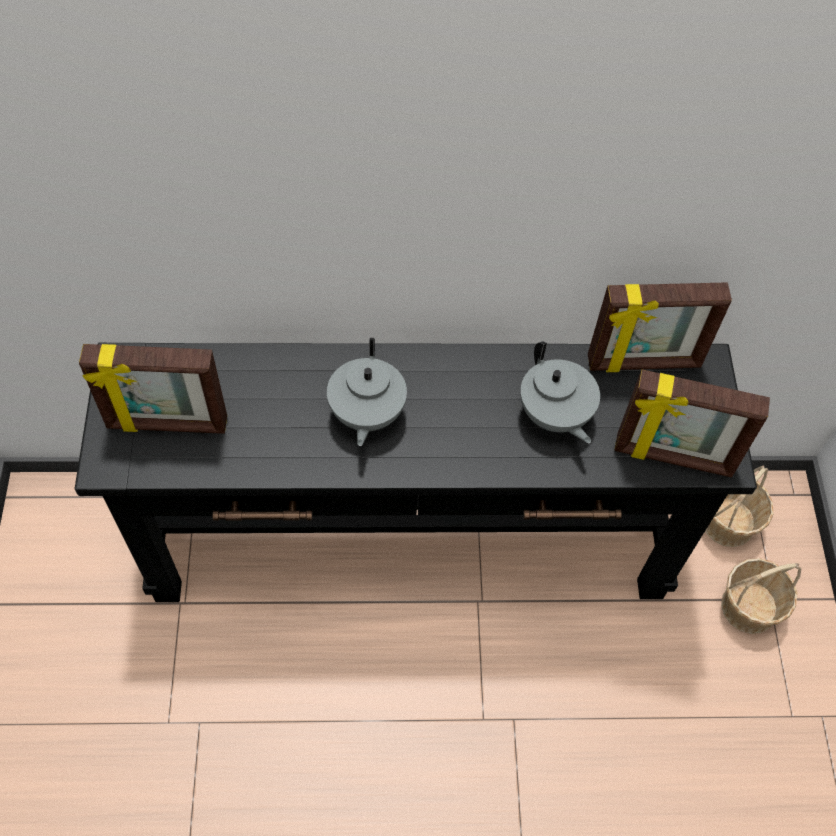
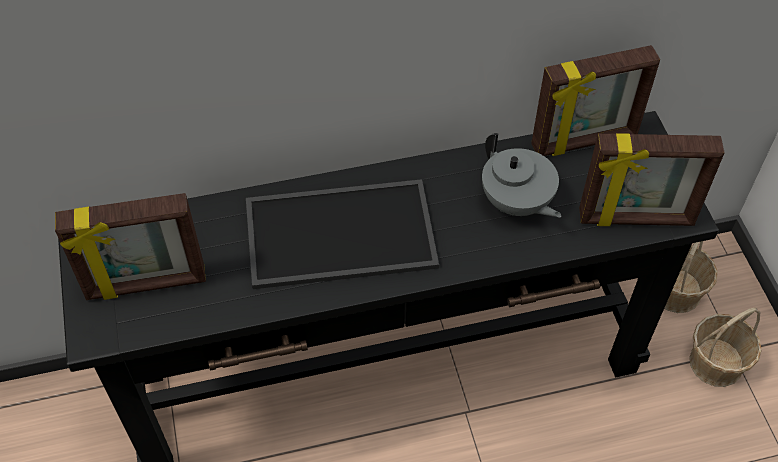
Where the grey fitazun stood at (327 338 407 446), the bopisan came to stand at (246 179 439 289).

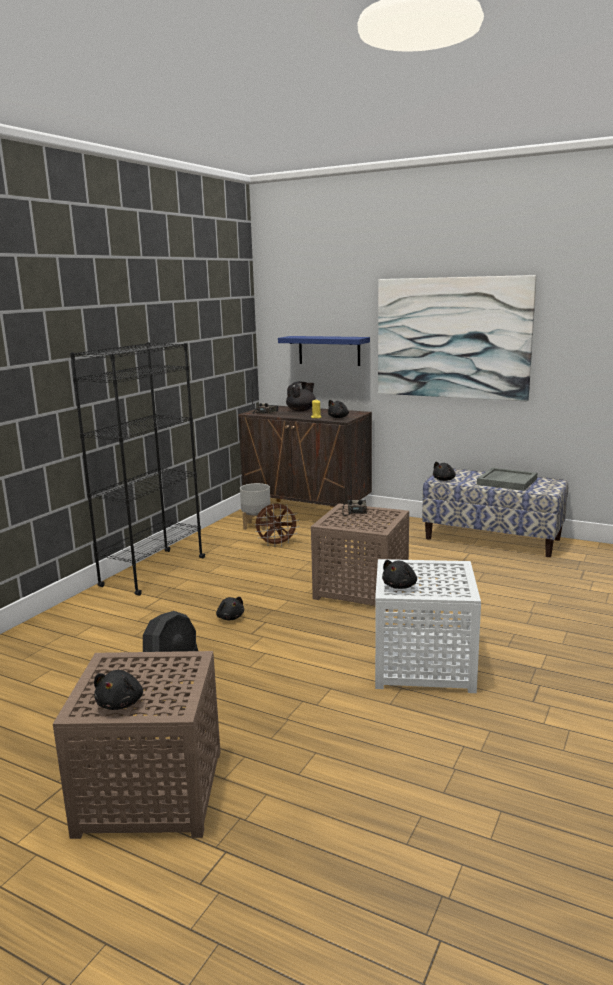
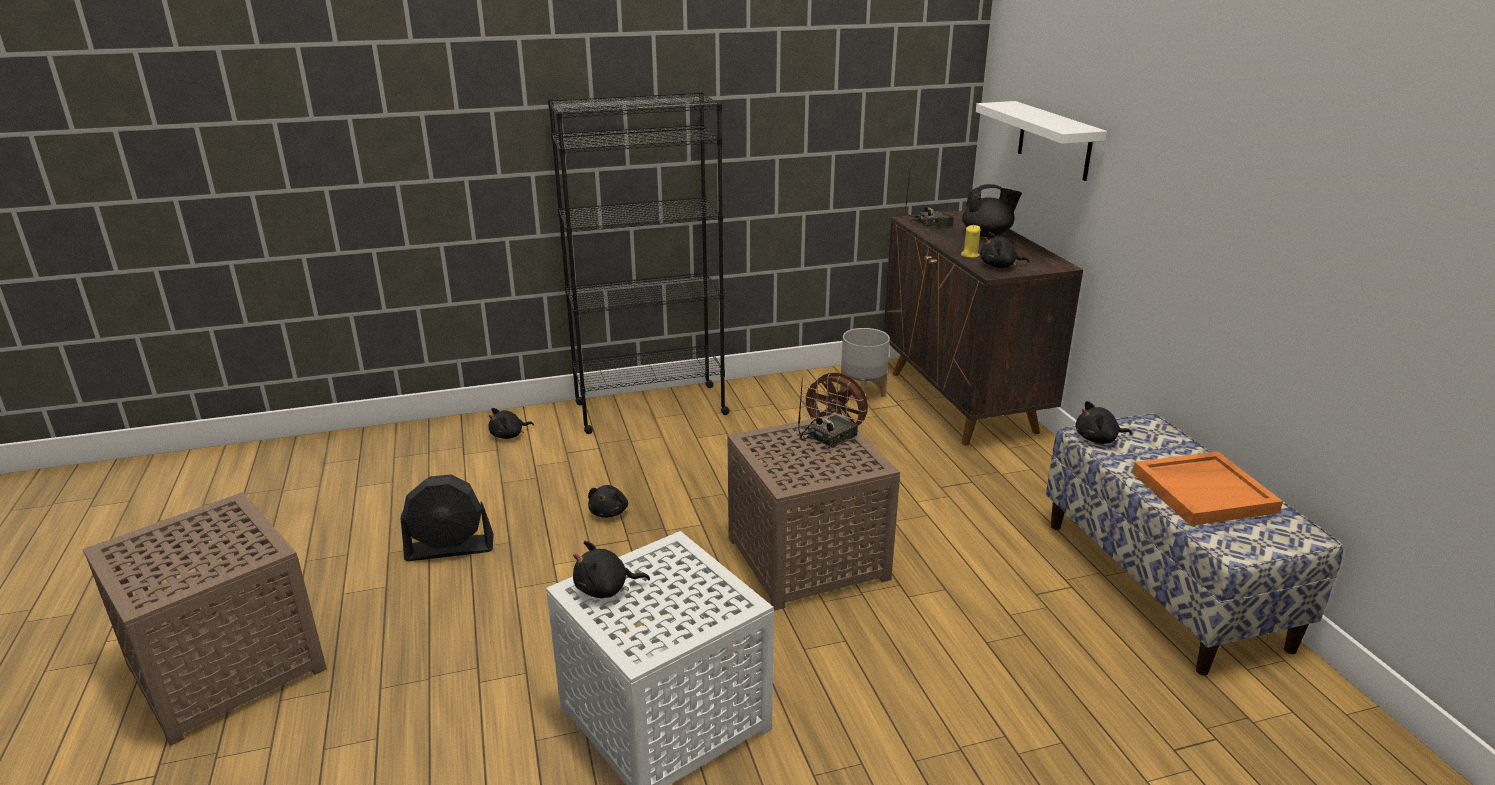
The second view lost the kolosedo at (378 275 537 401). The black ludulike ended up elsewhere, having gone from (94 670 143 710) to (488 408 534 439). What was the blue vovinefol at (278 336 370 366) turned into the white vovinefol at (976 101 1107 181). What was the grey bopisan at (477 468 537 491) turned into the orange bopisan at (1132 452 1283 526).

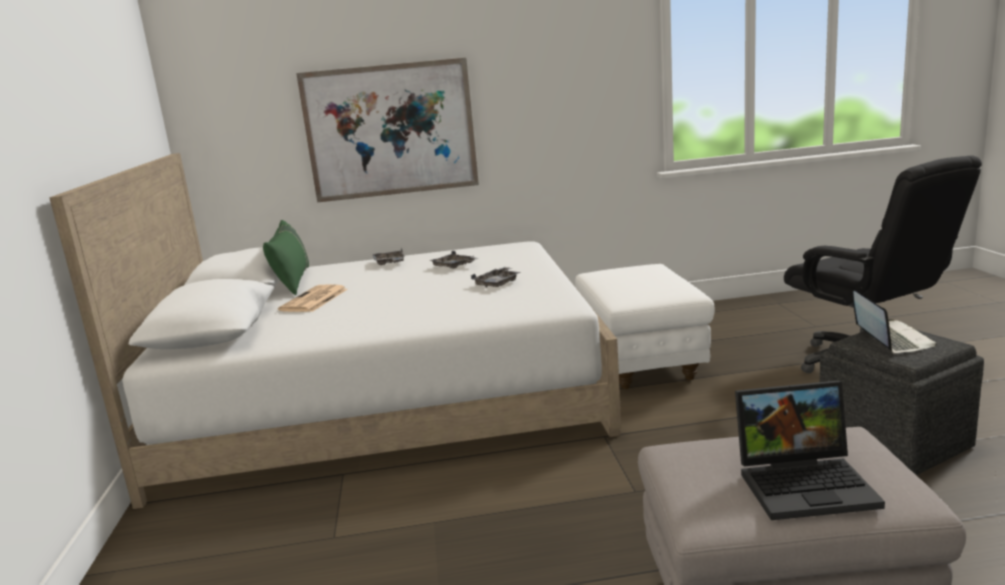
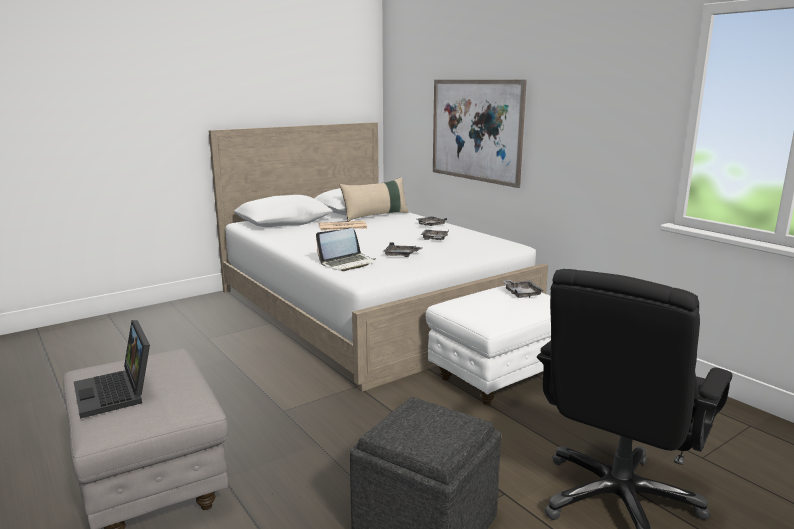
The second view gained the grey bopisan at (504 280 544 298). The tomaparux ended up elsewhere, having gone from (853 291 937 354) to (316 228 375 271). What was the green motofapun at (263 220 309 295) turned into the beige motofapun at (339 177 409 221).

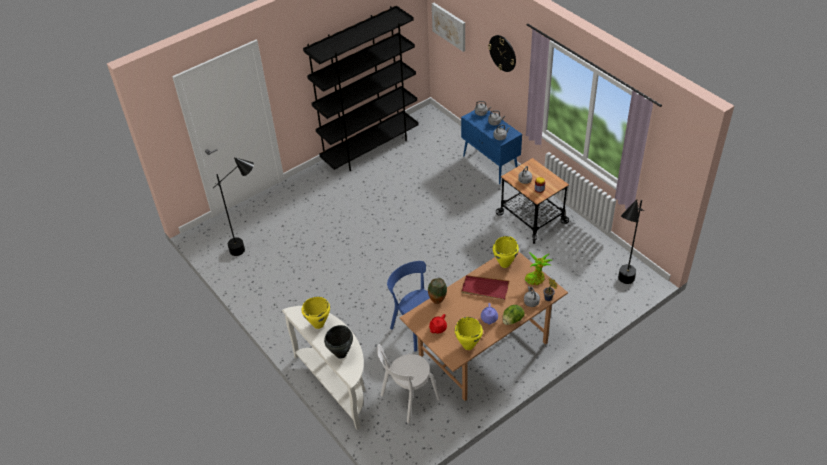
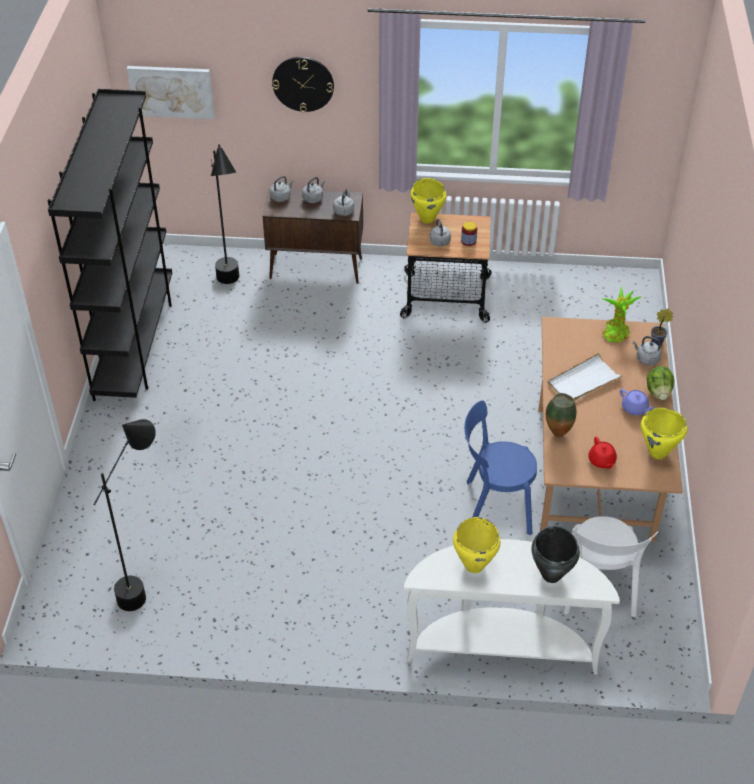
The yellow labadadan ended up elsewhere, having gone from (493 236 519 268) to (411 178 446 224). The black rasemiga ended up elsewhere, having gone from (618 199 645 284) to (211 144 239 284). What was the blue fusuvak at (461 109 522 184) turned into the brown fusuvak at (262 188 363 284). What was the red bopisan at (461 275 509 300) turned into the white bopisan at (547 353 623 401).

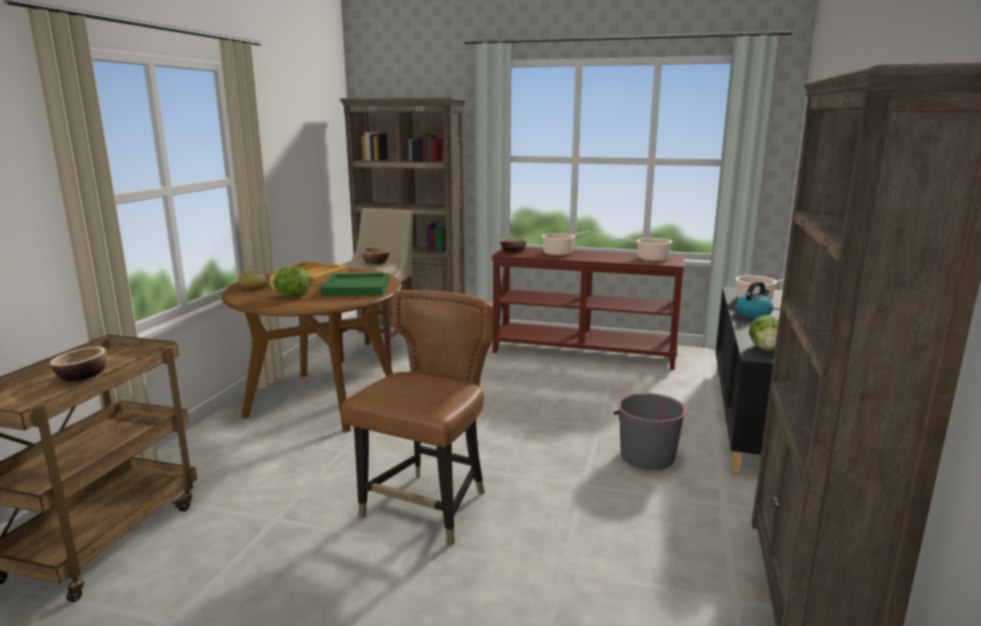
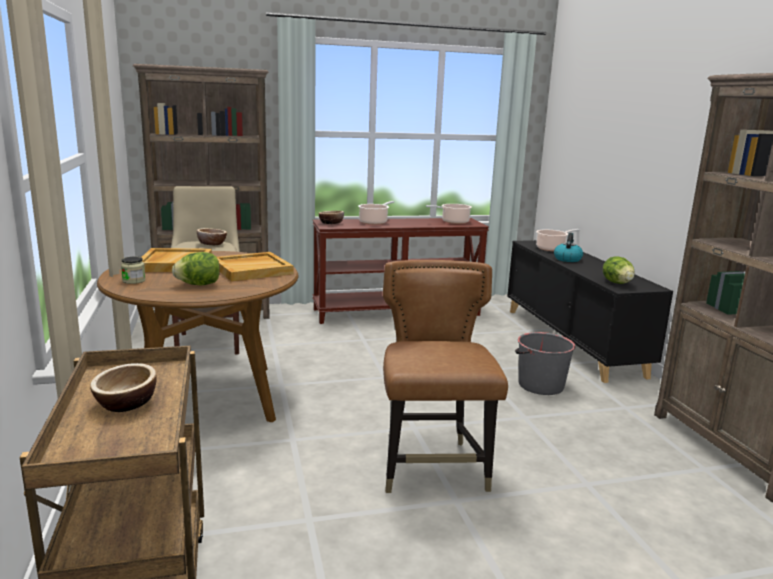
Where the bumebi stood at (238 271 268 290), the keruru came to stand at (121 257 146 284). What was the green bopisan at (321 273 390 296) turned into the beige bopisan at (217 252 293 281).

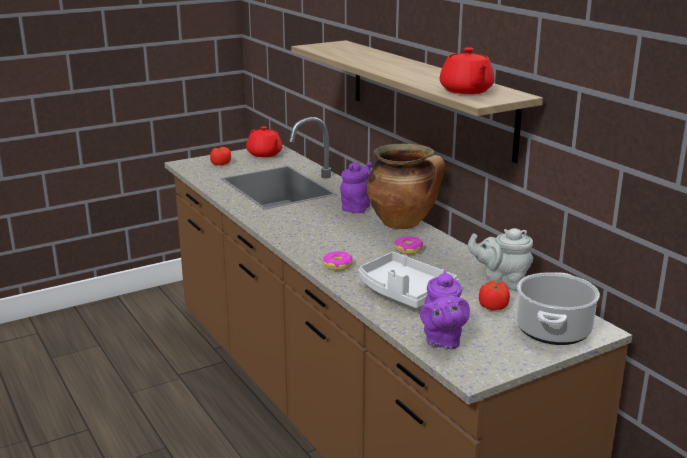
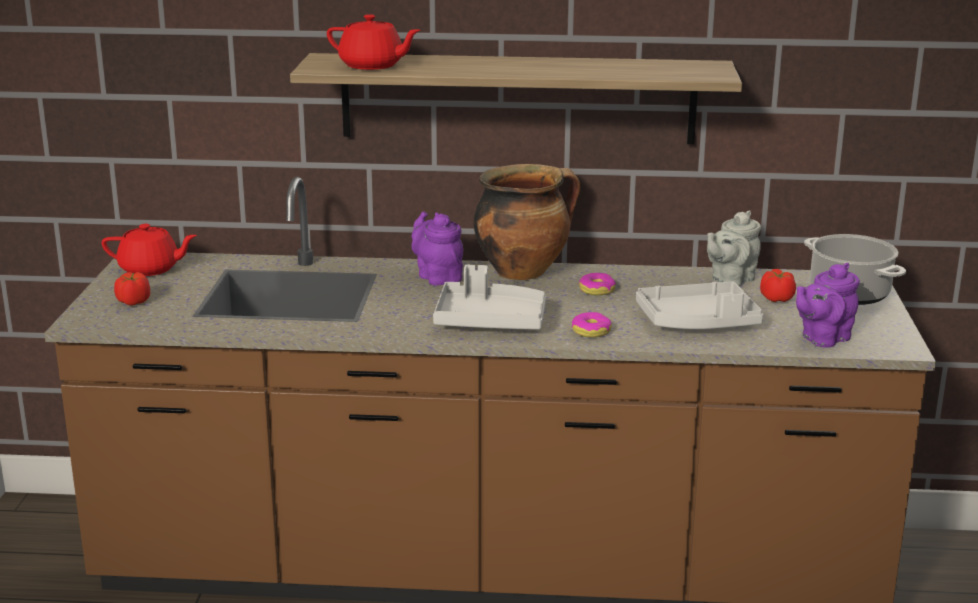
The second view gained the grey bopisan at (433 264 546 330). The red fitazun ended up elsewhere, having gone from (439 47 494 94) to (327 14 420 70). The purple fitazun at (420 270 470 349) ended up facing another way, 105 degrees clockwise from before.

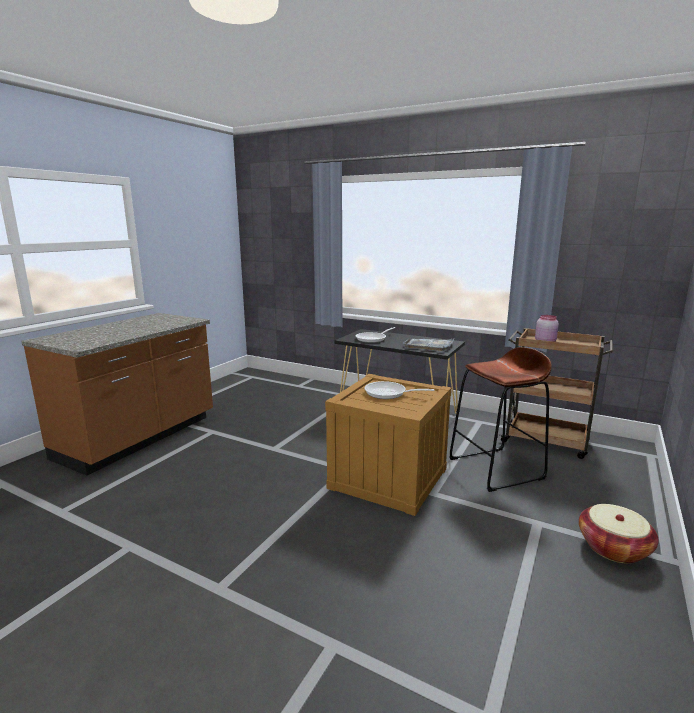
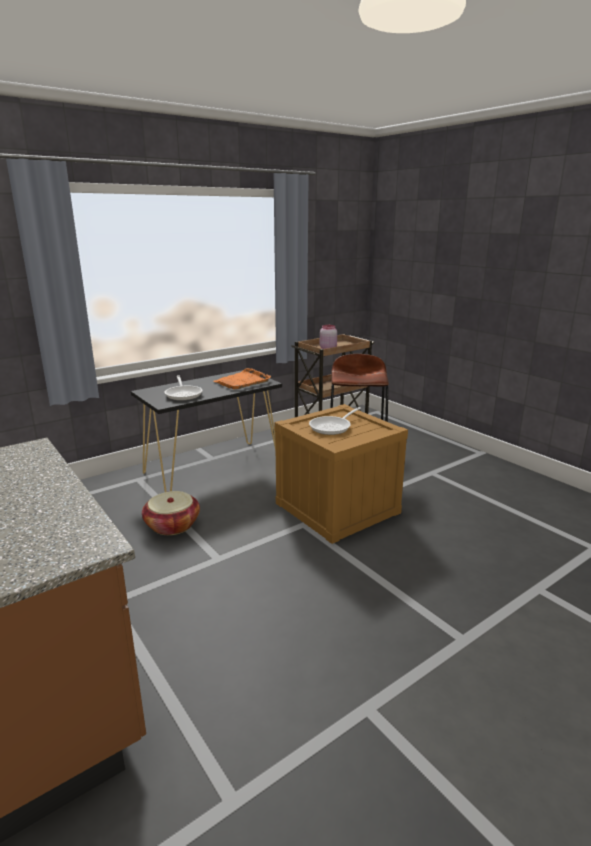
The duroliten ended up elsewhere, having gone from (579 504 659 563) to (142 491 200 535). What was the grey bopisan at (403 338 455 351) turned into the orange bopisan at (214 368 271 390).

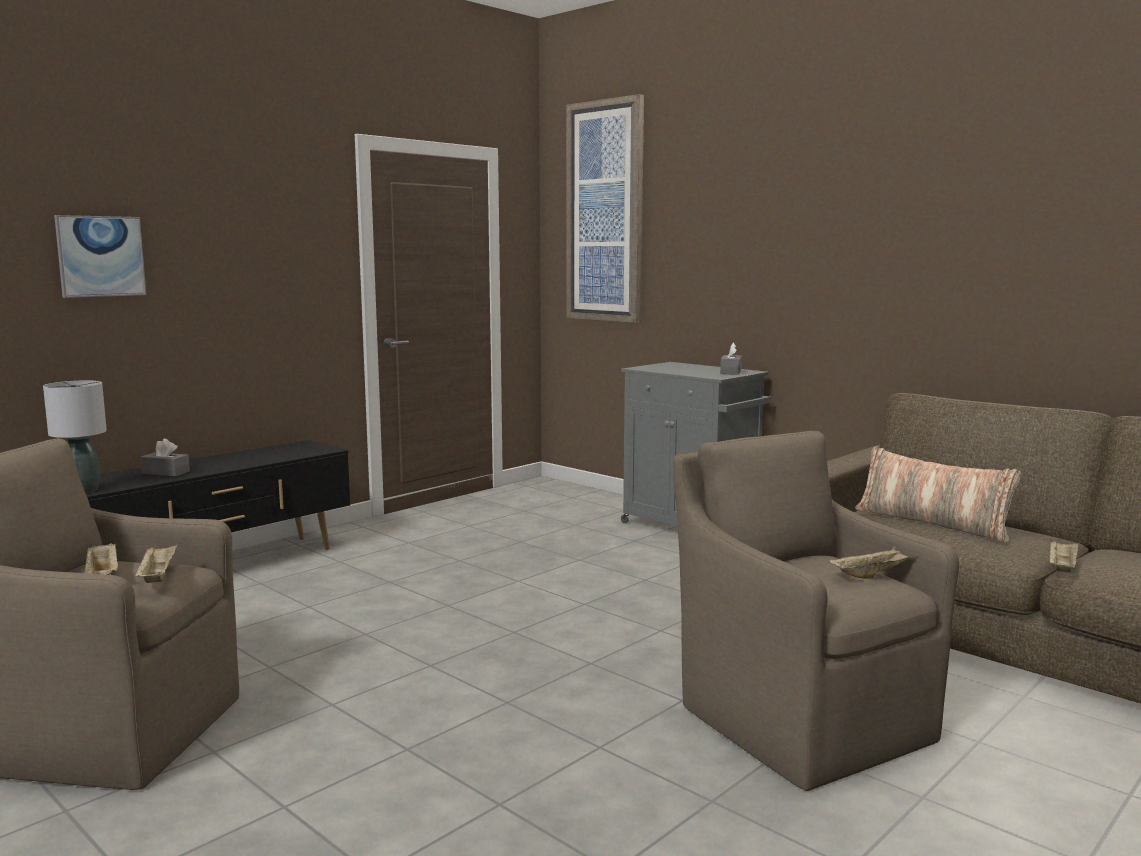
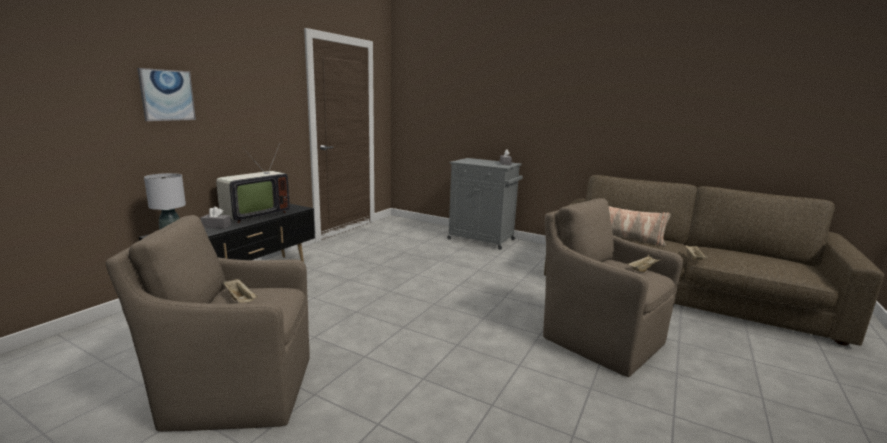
The second view lost the beige bopisan at (134 543 178 583). The second view lost the kolosedo at (566 94 644 323). The second view gained the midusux at (216 143 290 223).

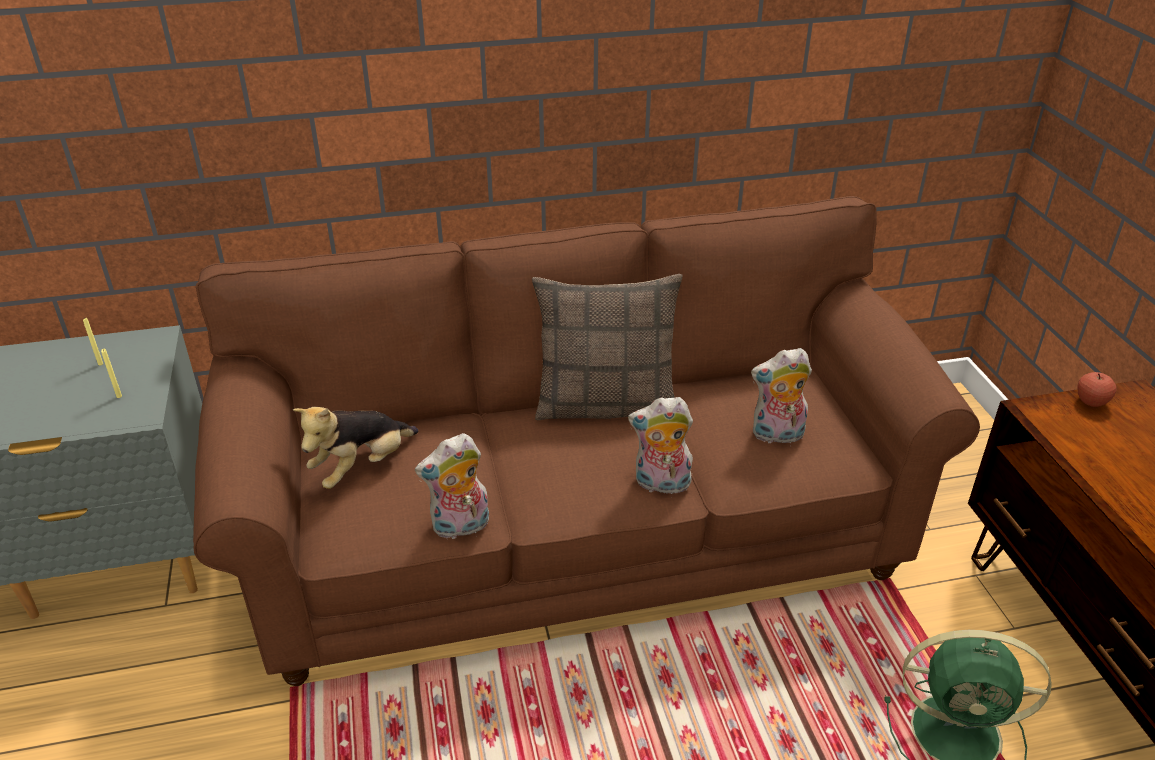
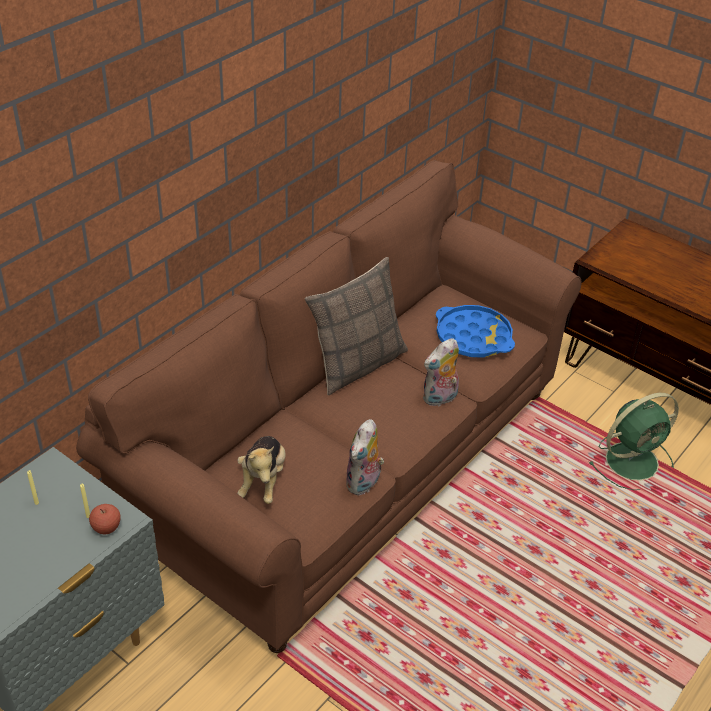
The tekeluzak ended up elsewhere, having gone from (1077 372 1117 407) to (89 504 120 535). Where the ludulike stood at (751 348 812 443), the blue bopisan came to stand at (436 305 515 358).

